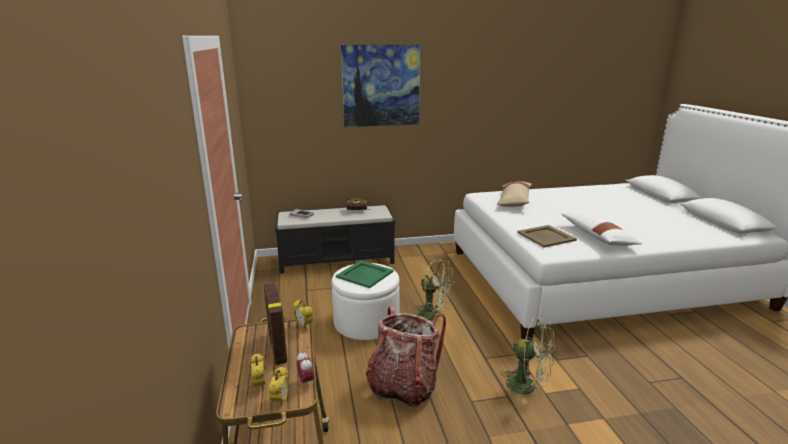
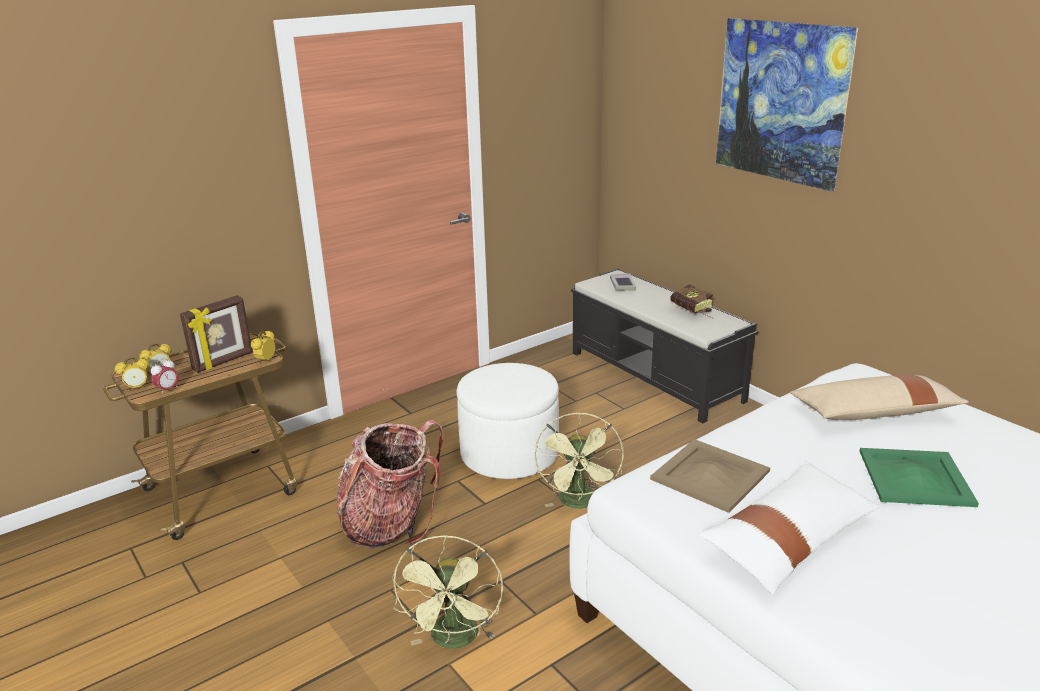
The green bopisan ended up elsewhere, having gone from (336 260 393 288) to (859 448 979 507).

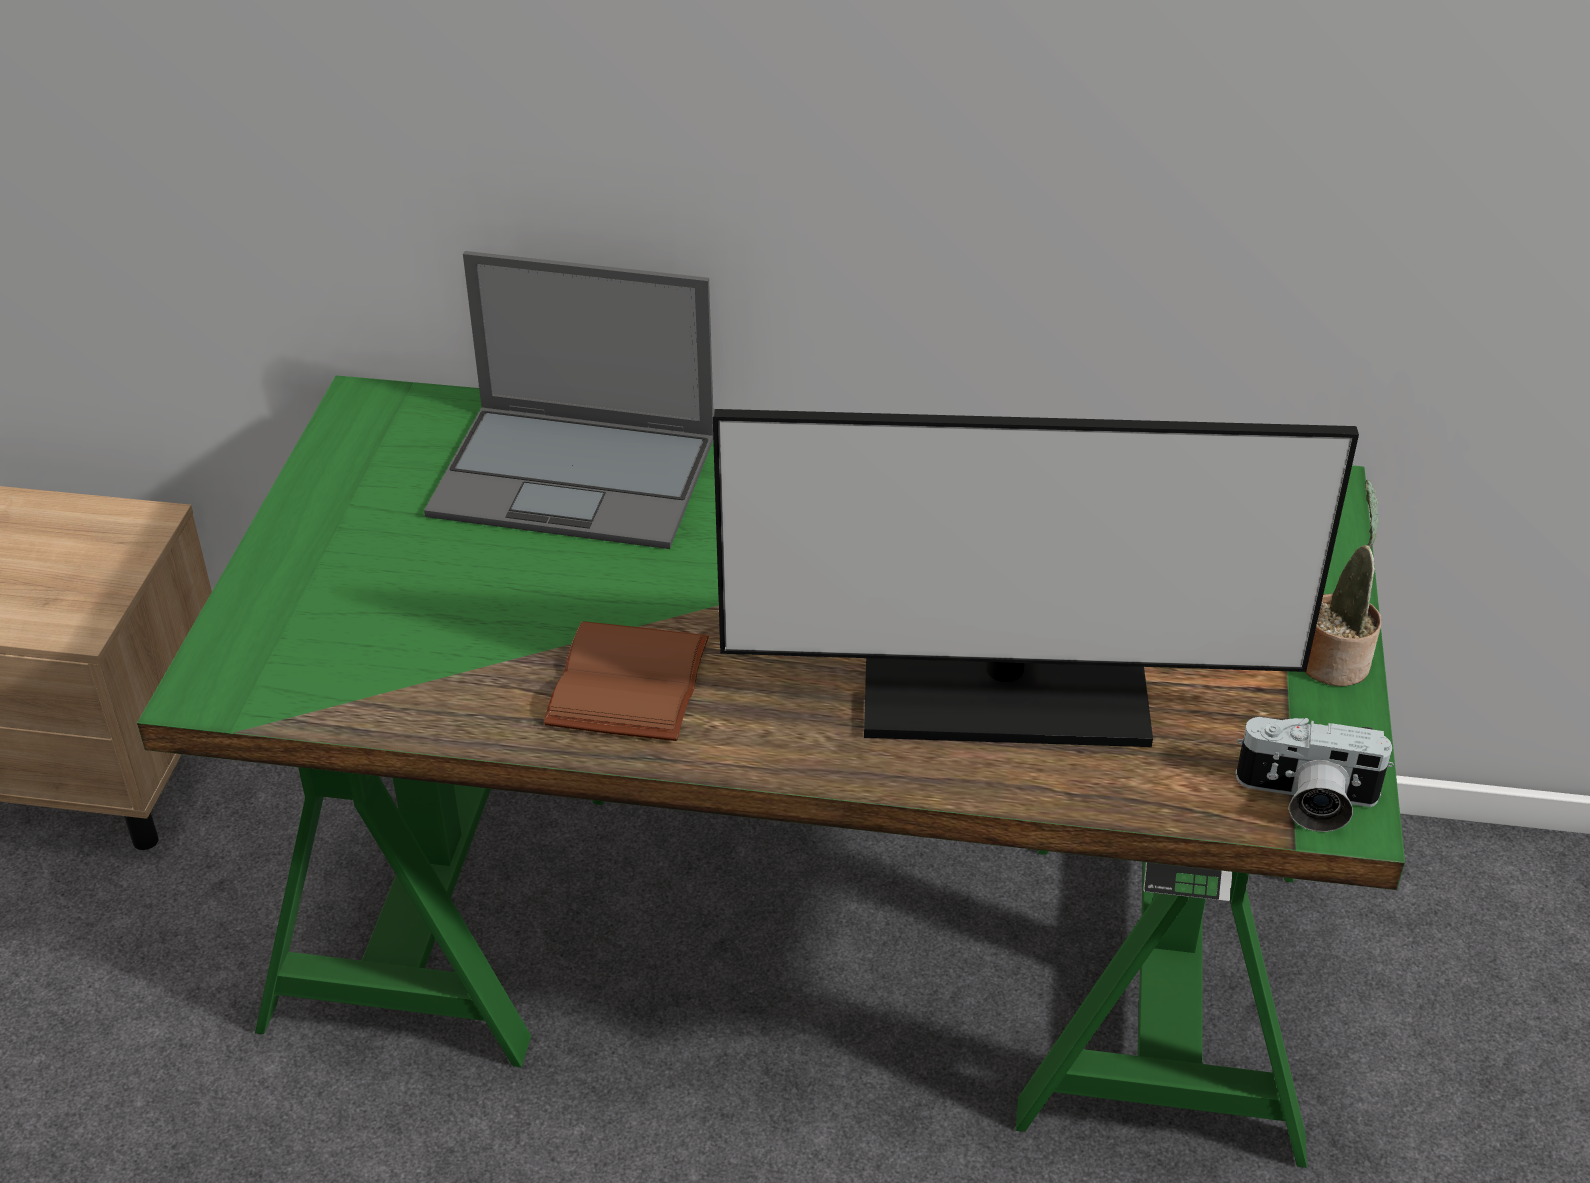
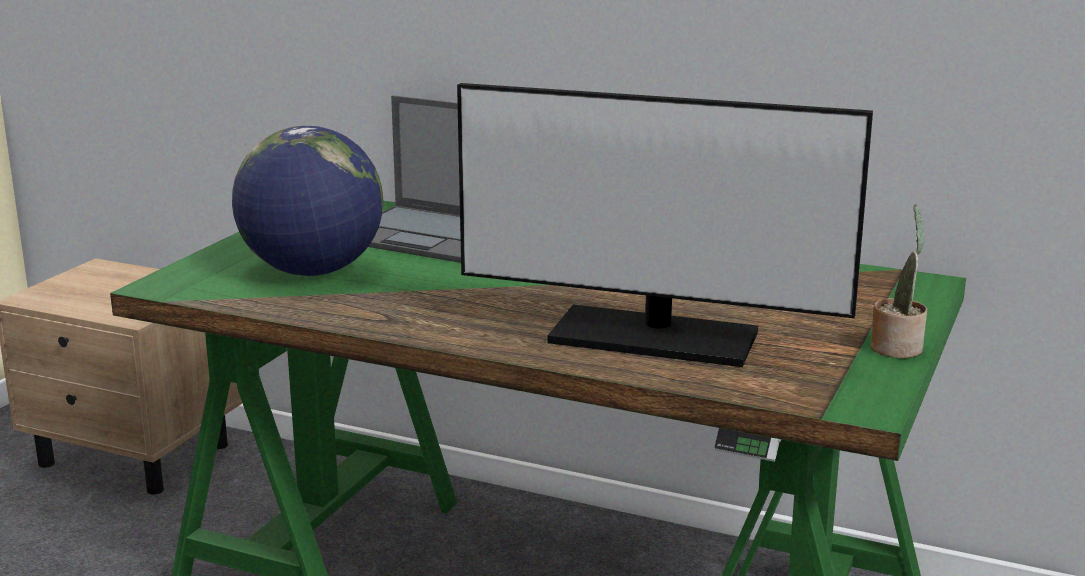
The second view lost the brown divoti at (543 621 709 741). The second view lost the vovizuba at (1235 717 1394 832). The second view gained the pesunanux at (232 126 384 276).

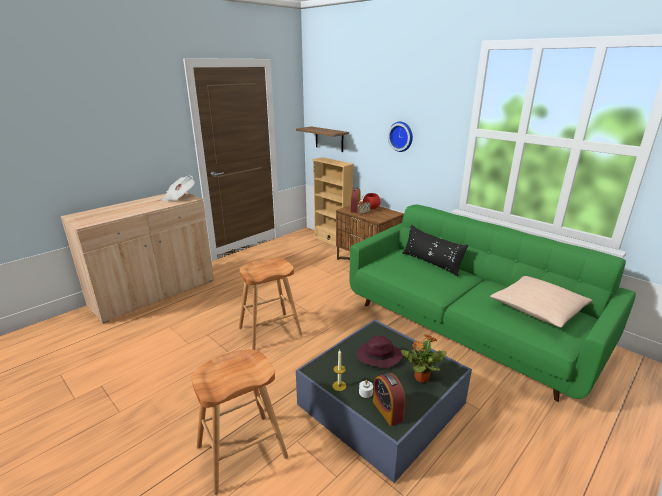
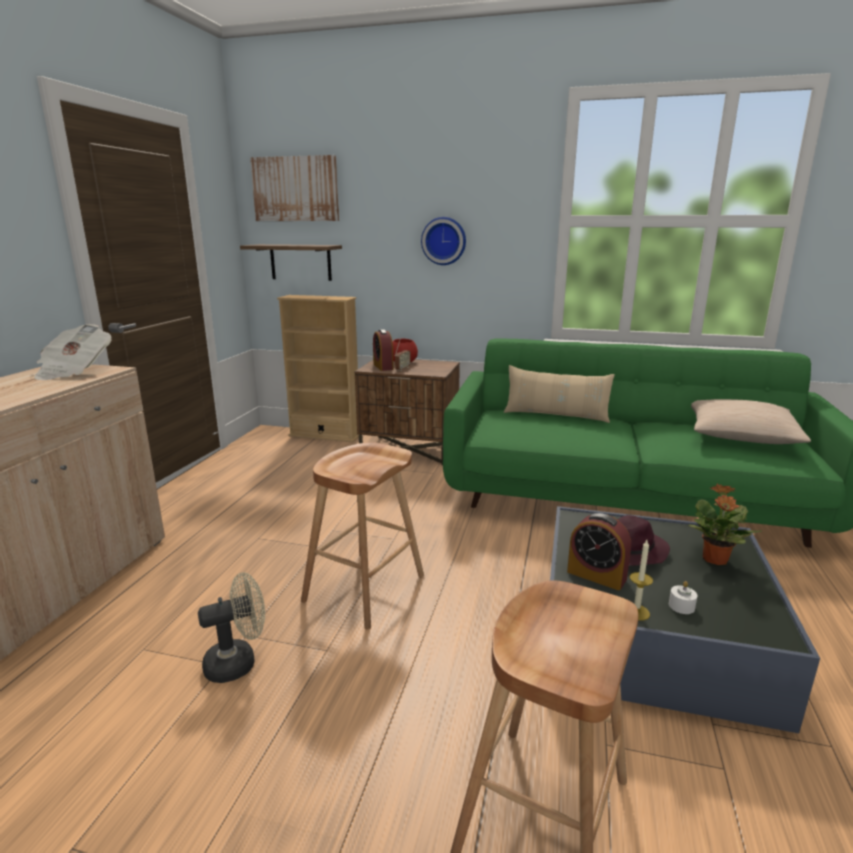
The second view gained the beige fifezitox at (198 572 265 683). The second view gained the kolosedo at (250 155 339 221). The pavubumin ended up elsewhere, having gone from (373 373 405 426) to (567 513 631 590). What was the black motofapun at (402 225 468 276) turned into the beige motofapun at (504 365 615 423).

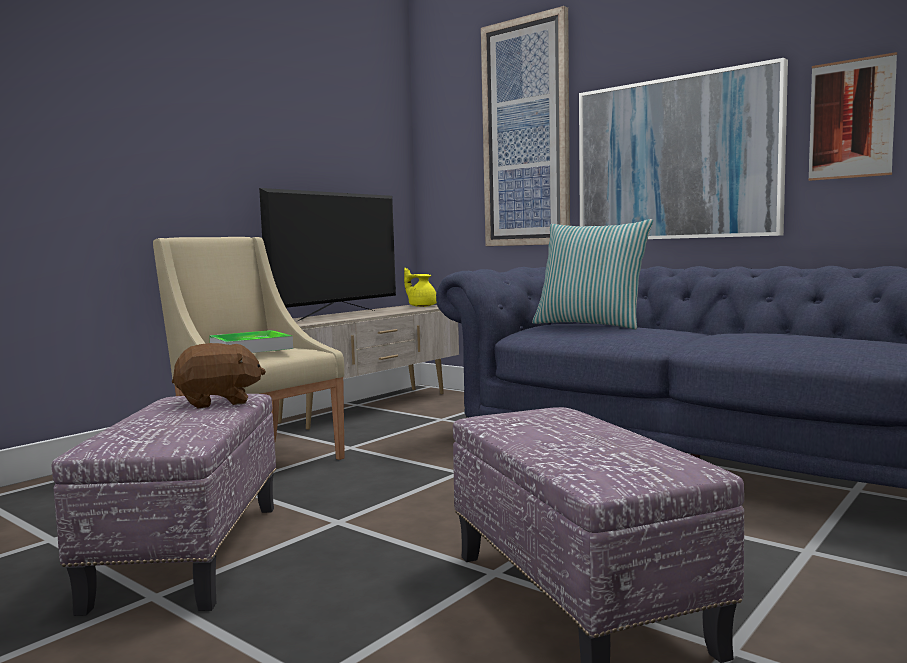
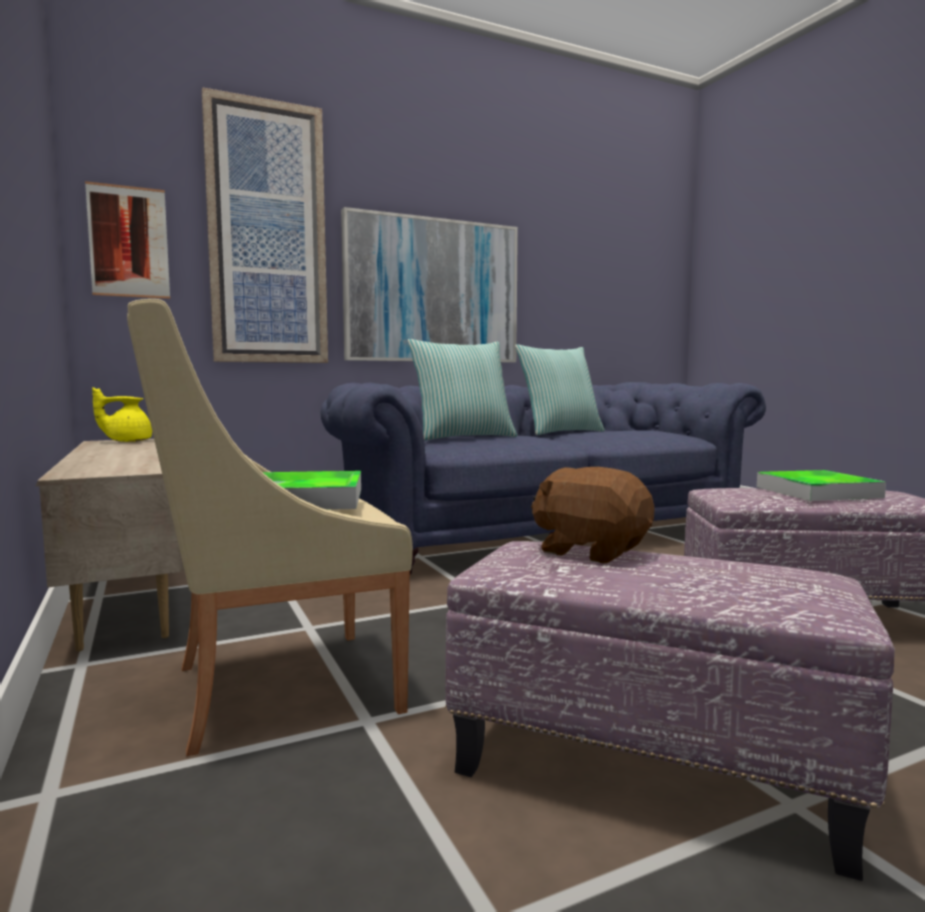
The second view lost the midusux at (259 188 396 321). The second view gained the motofapun at (515 344 605 435). The second view gained the bopisan at (757 470 886 501). The kolosedo ended up elsewhere, having gone from (808 52 897 181) to (85 181 170 299). The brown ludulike at (172 343 266 408) ended up facing another way, 60 degrees counterclockwise from before.

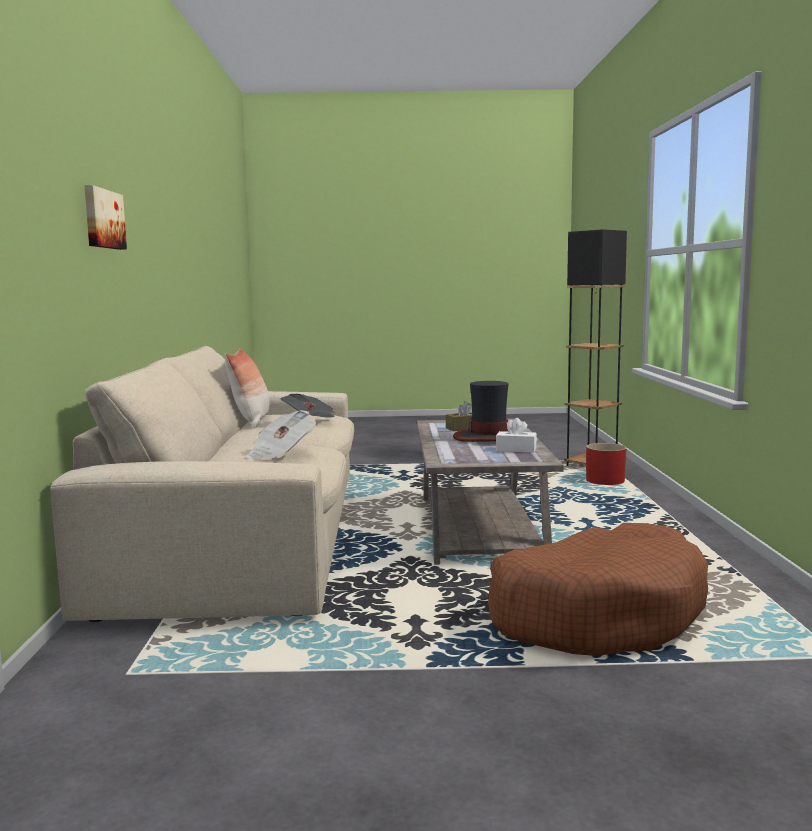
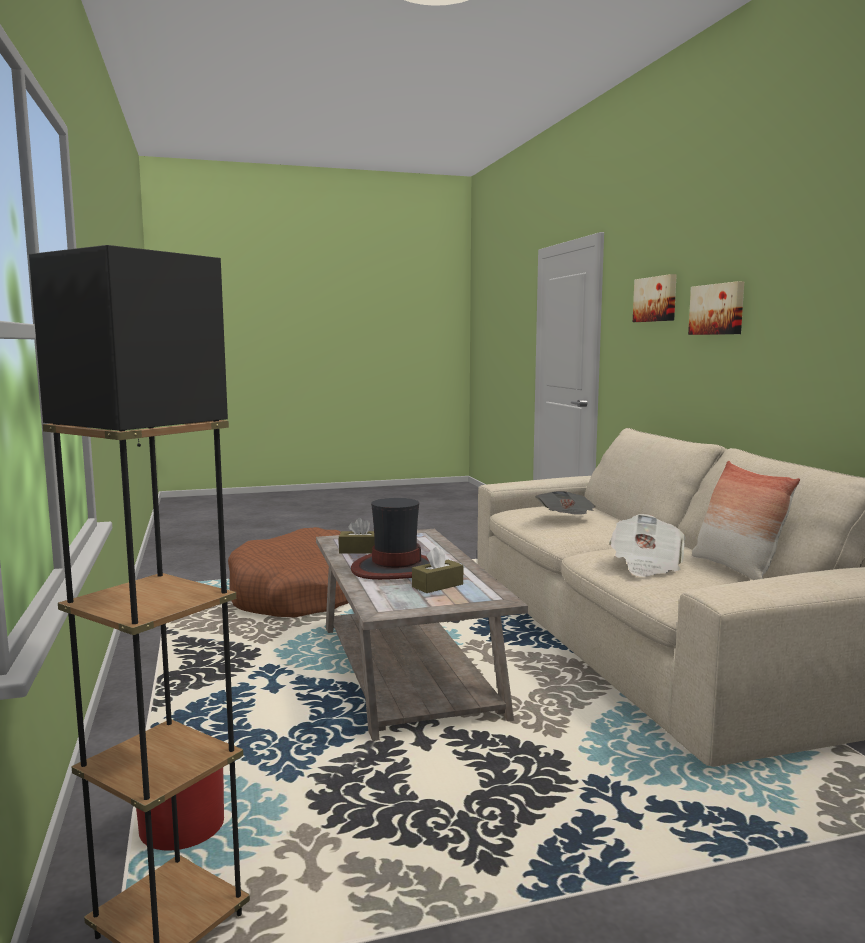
The second view gained the kolosedo at (633 274 677 322). What was the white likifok at (496 418 537 453) turned into the brown likifok at (339 517 375 554).

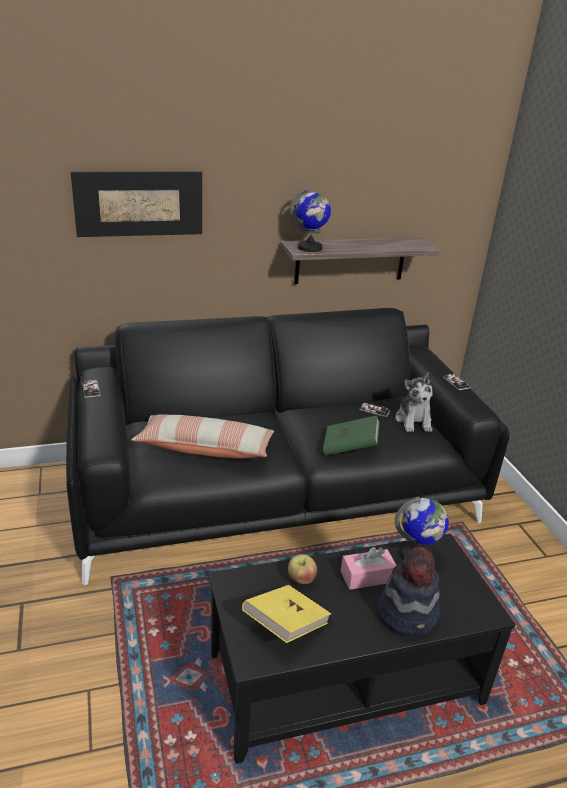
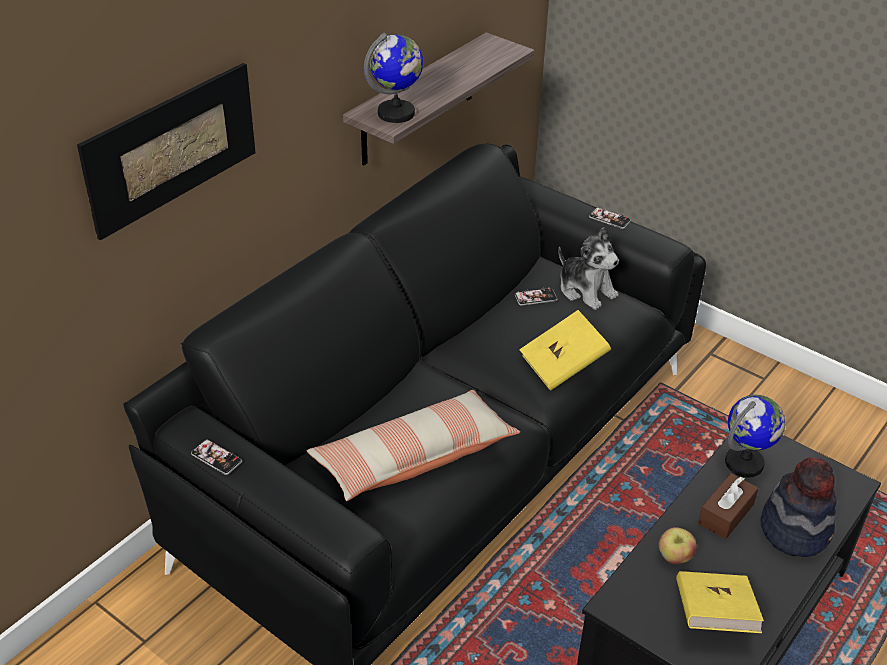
What was the green divoti at (323 415 380 455) turned into the yellow divoti at (519 310 611 391). What was the pink likifok at (341 547 397 590) turned into the brown likifok at (698 473 759 539).

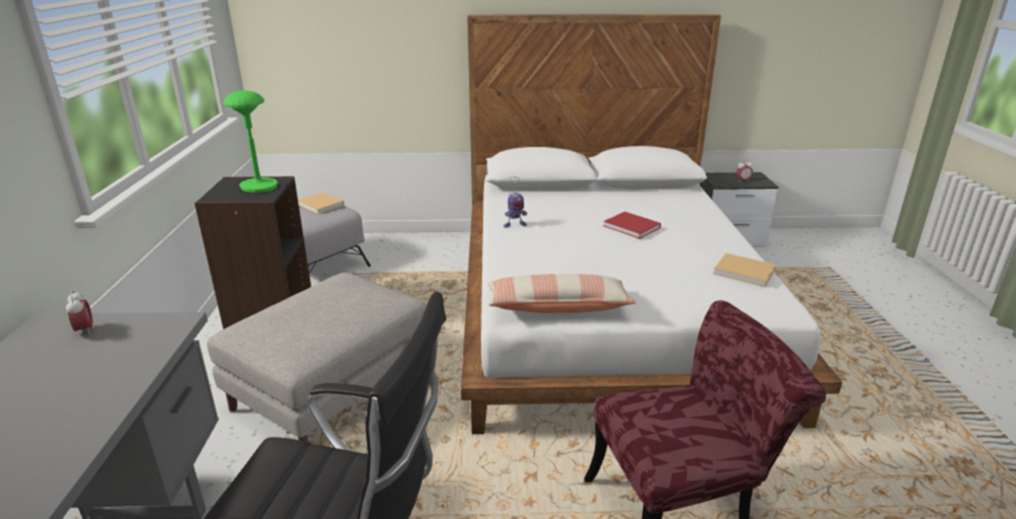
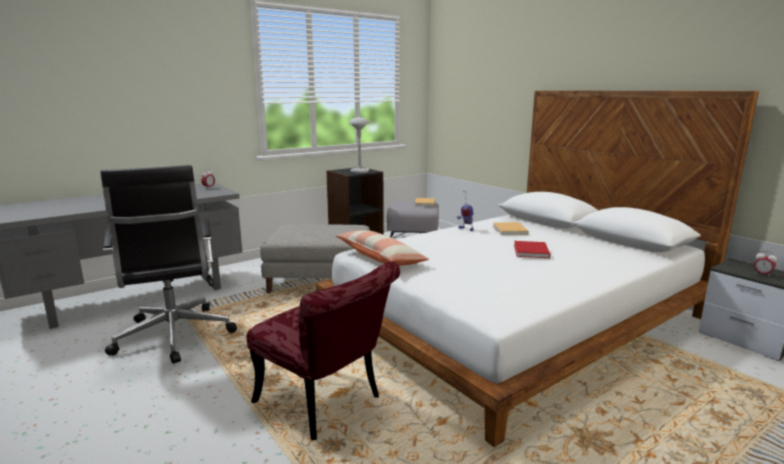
The beige divoti ended up elsewhere, having gone from (713 253 776 287) to (493 222 529 235). What was the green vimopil at (223 91 278 193) turned into the grey vimopil at (349 117 370 173).

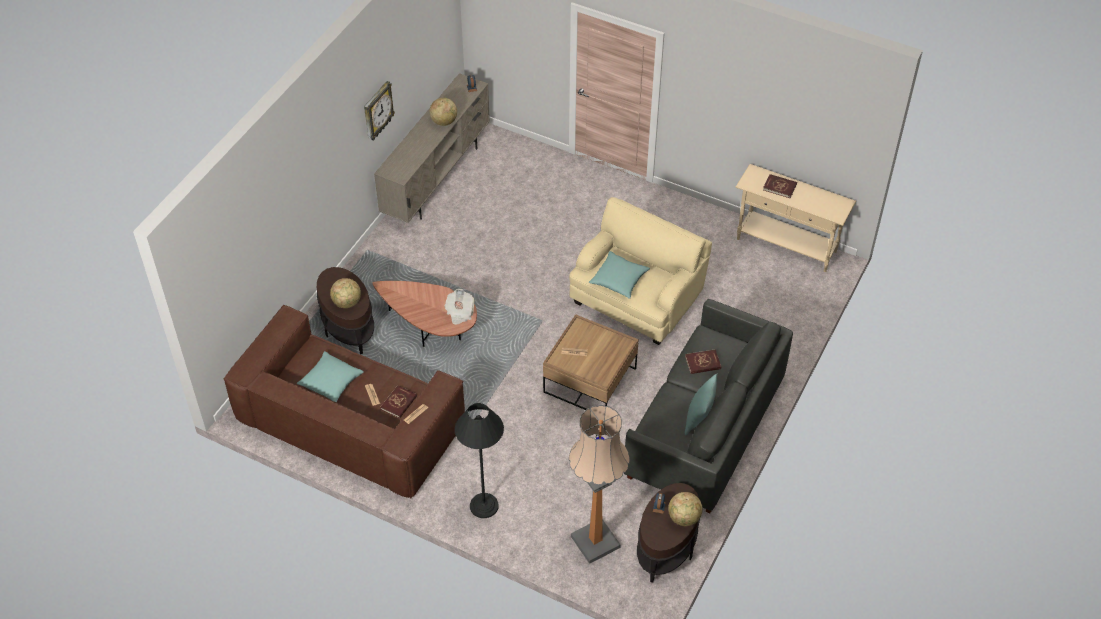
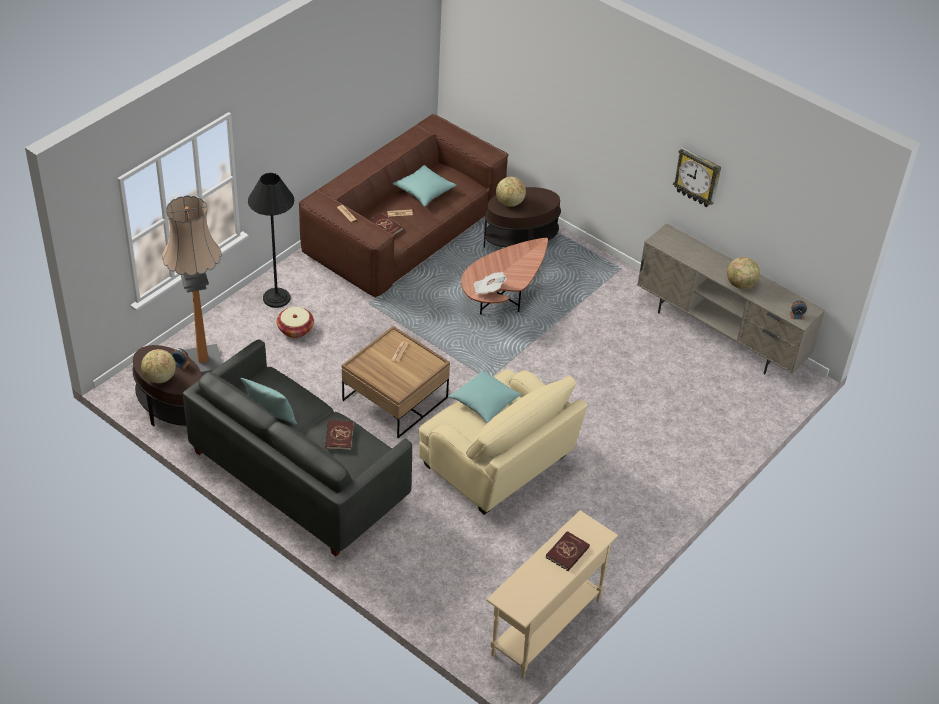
The second view gained the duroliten at (277 307 314 338).

